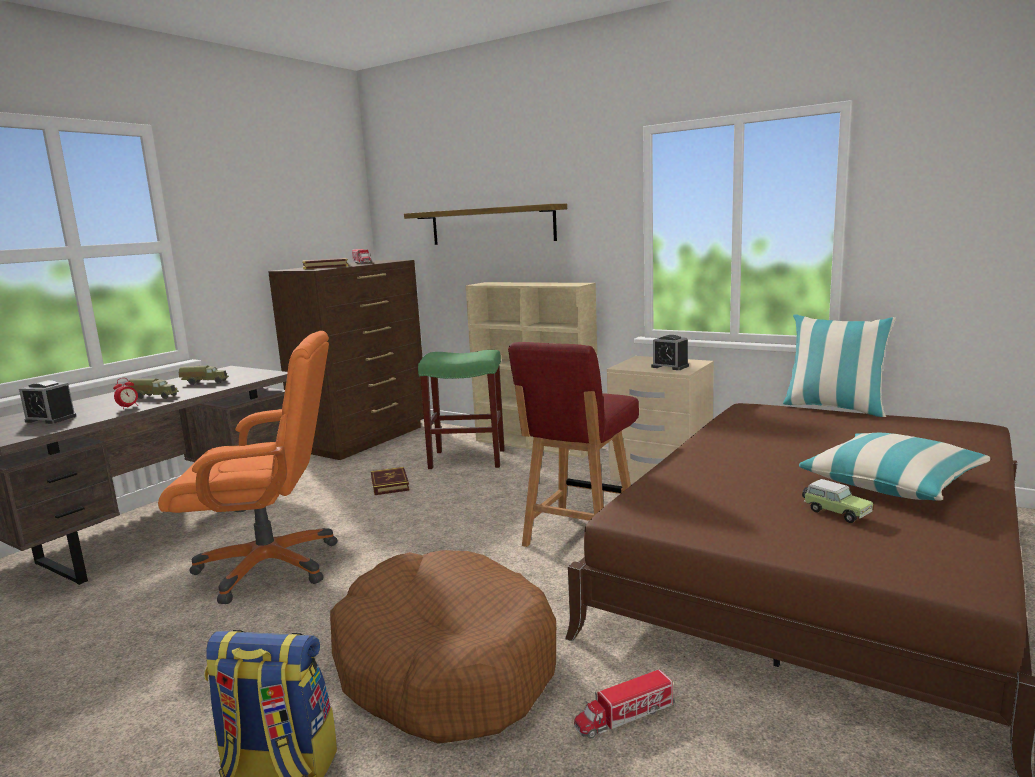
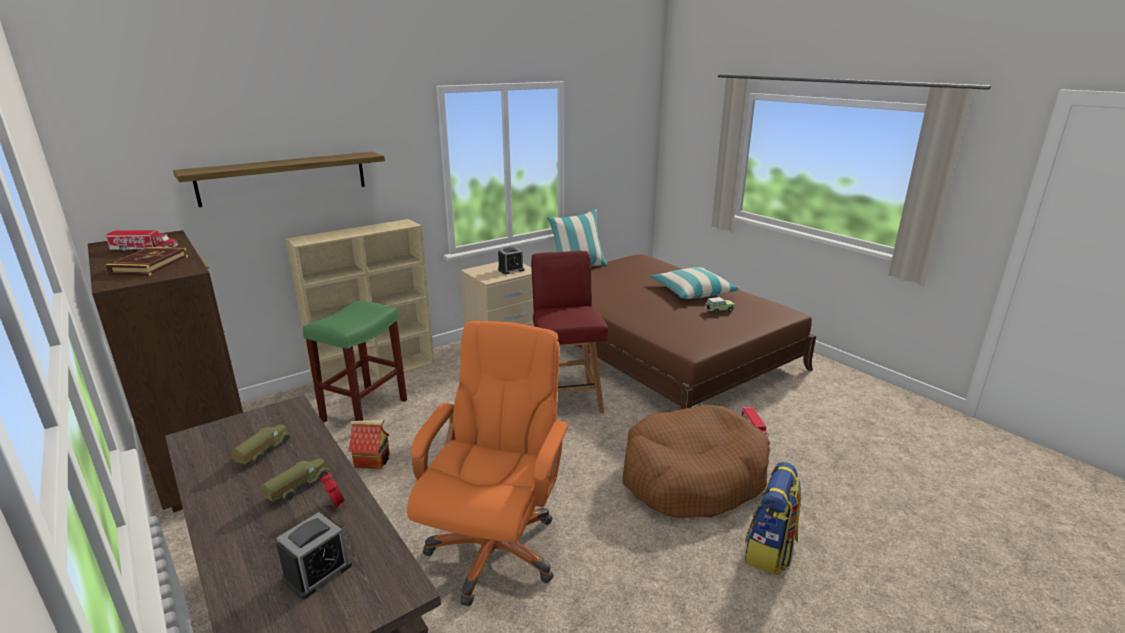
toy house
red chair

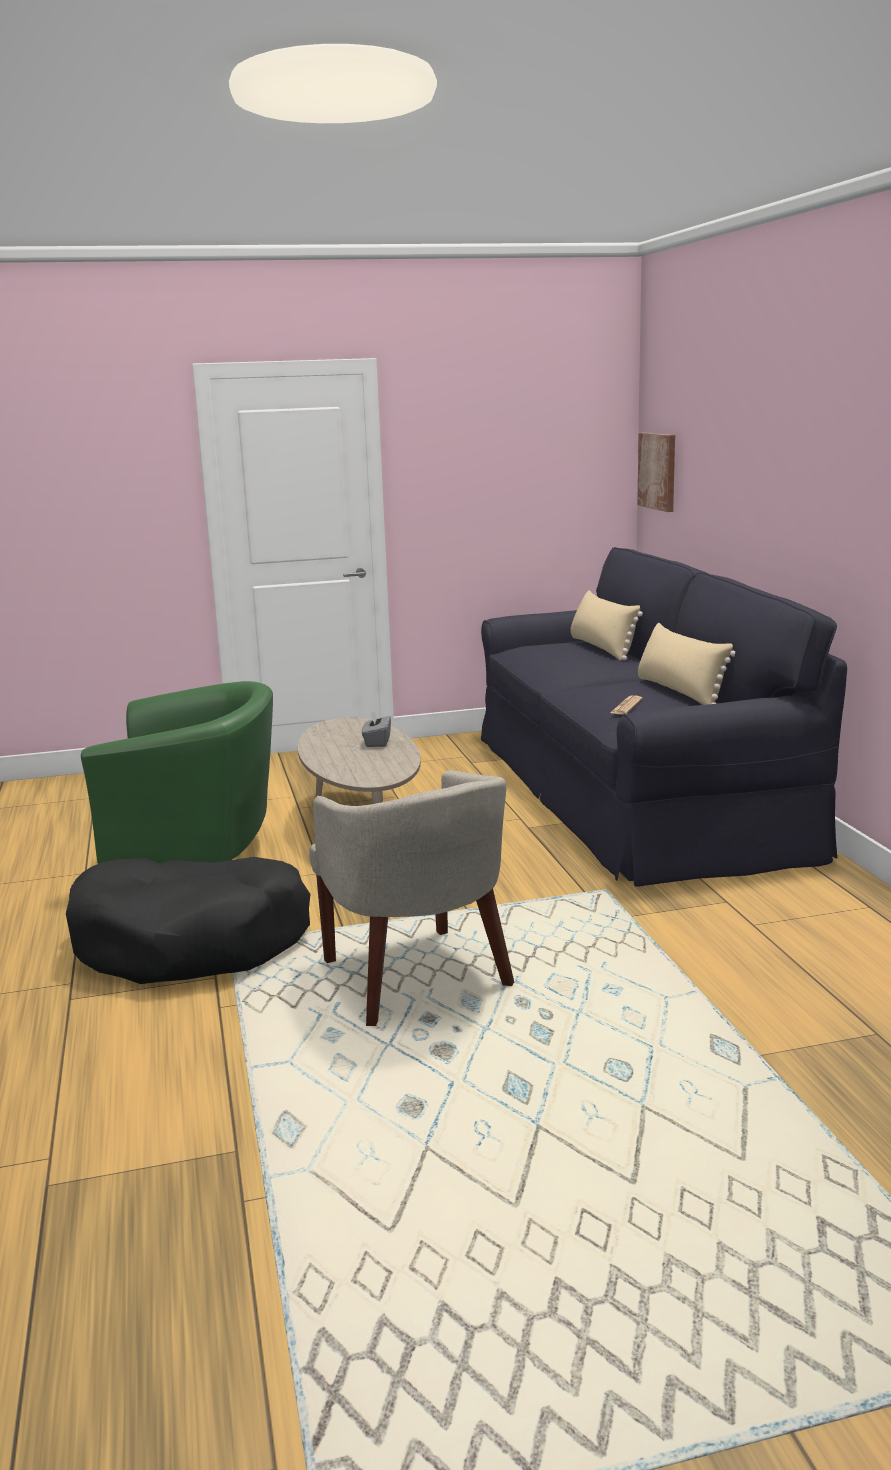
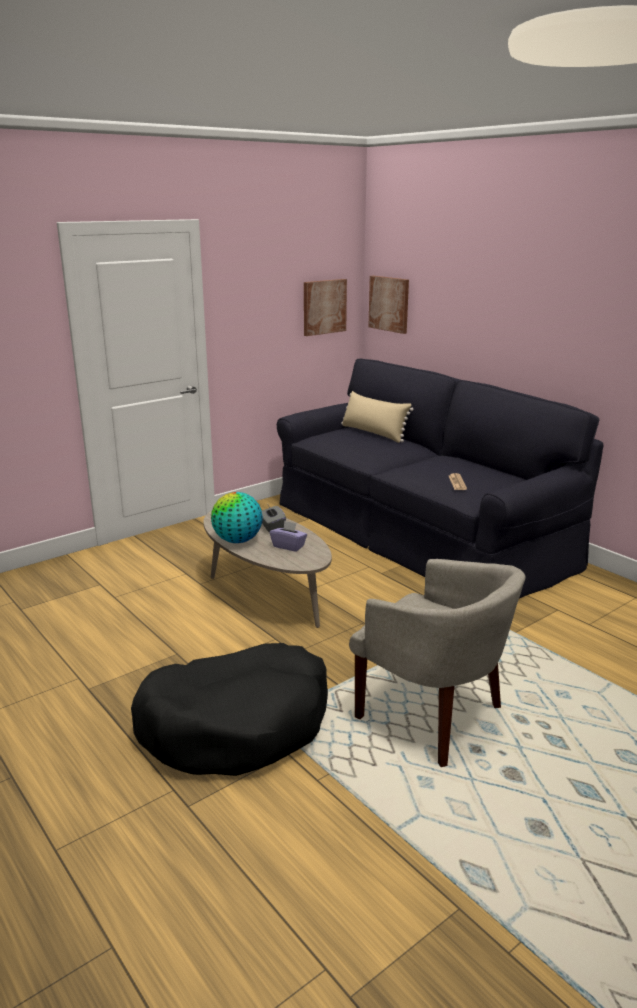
green armchair
beige pillow (2nd from left in the first image)
globe
purple tissue box
picture (1st from left)

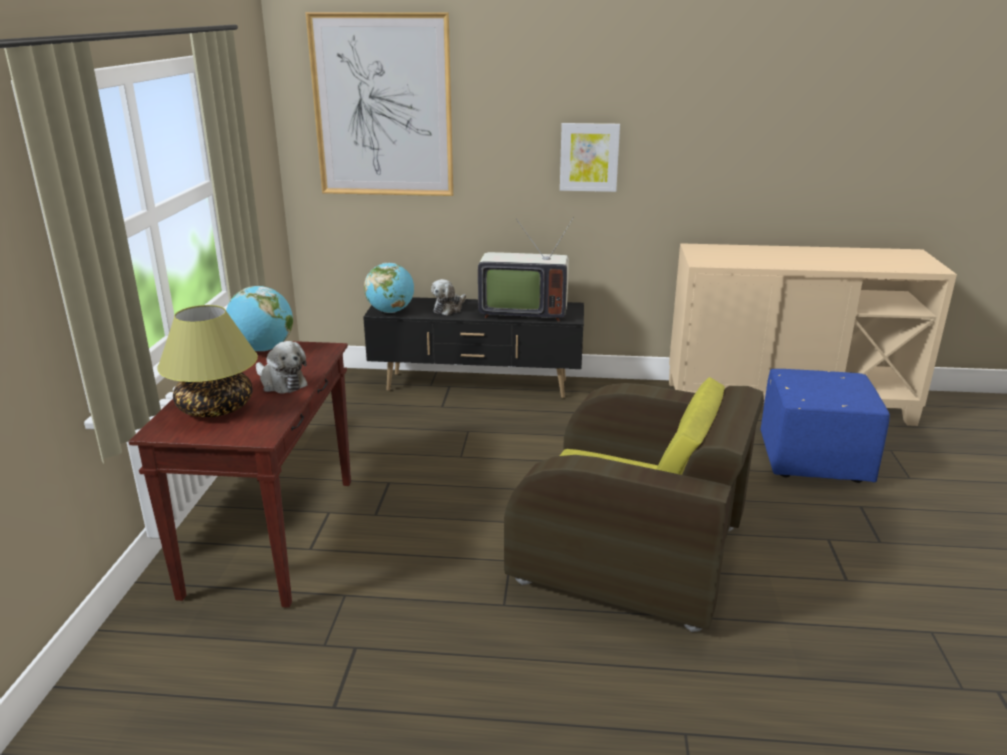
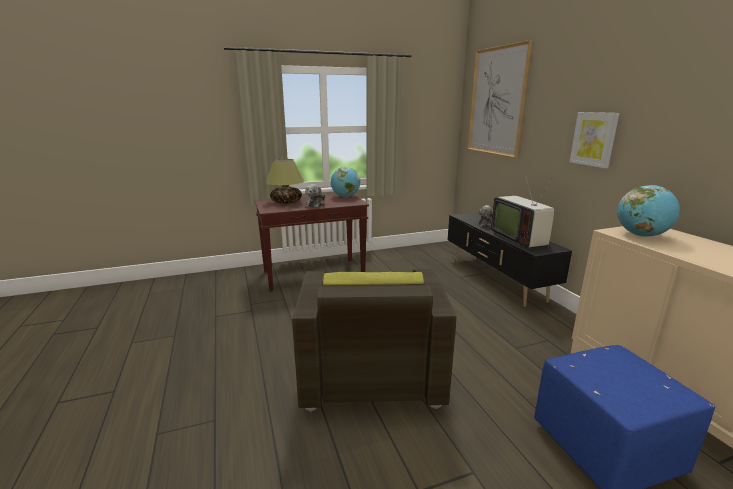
globe (2nd from left)

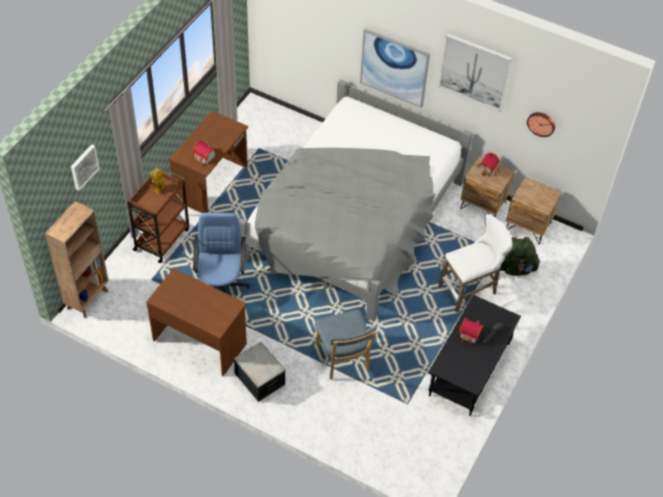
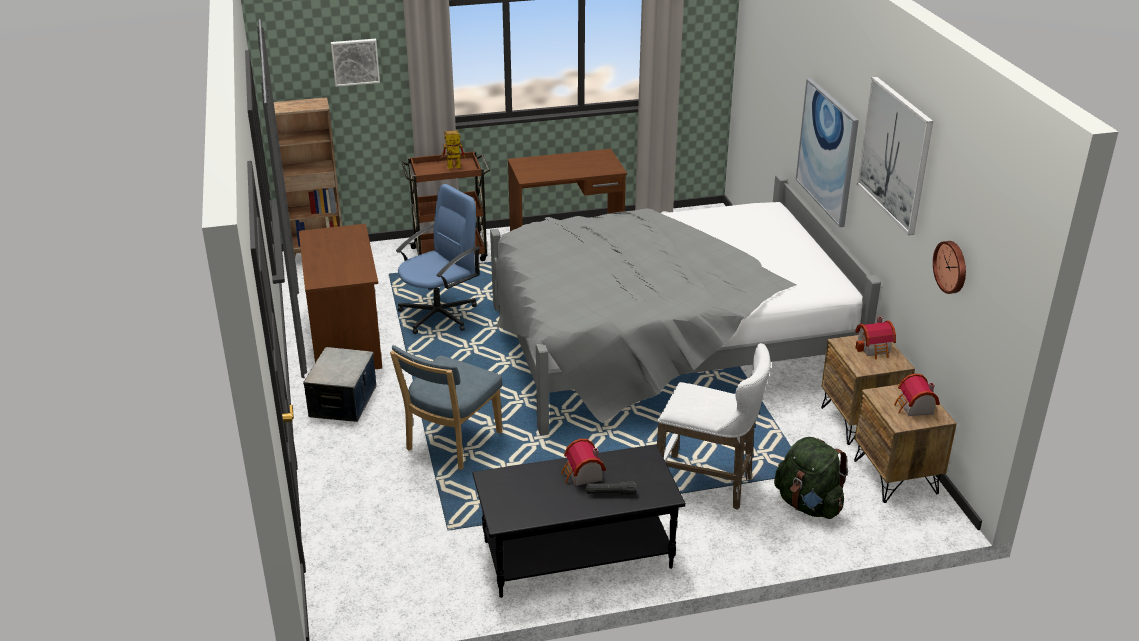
toy house (3rd from left)

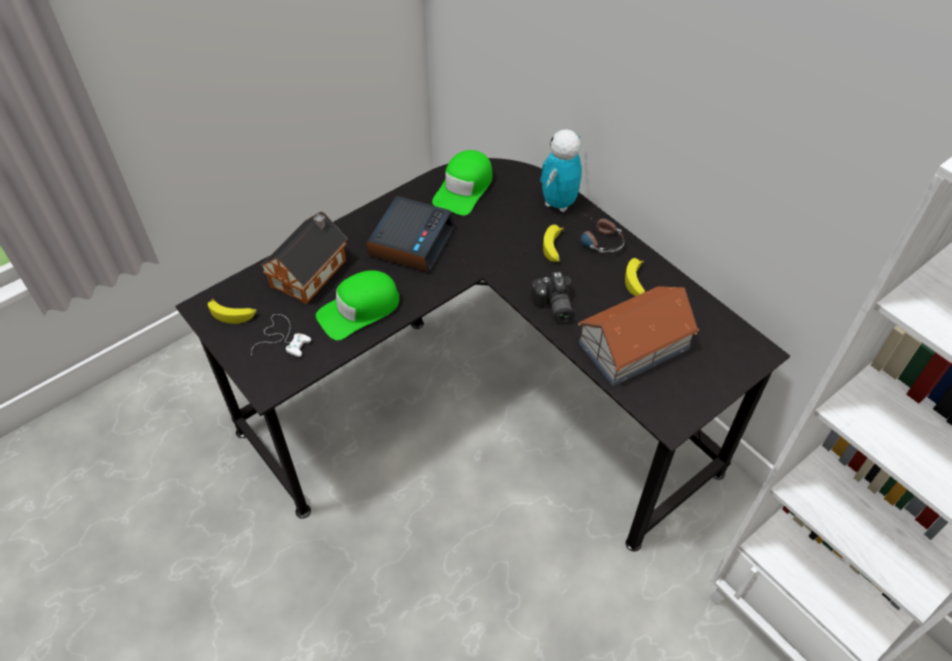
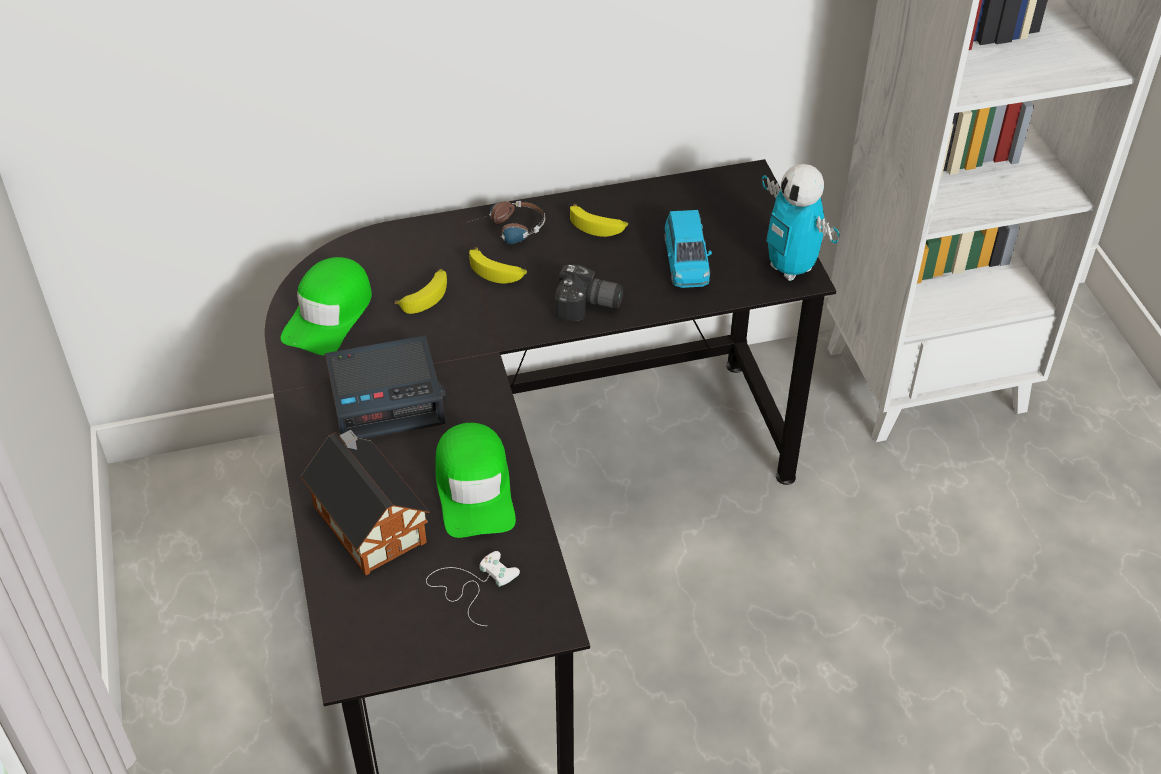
banana (1st from left)
toy robot
blue toy car
alarm clock
green cap (1st from left)

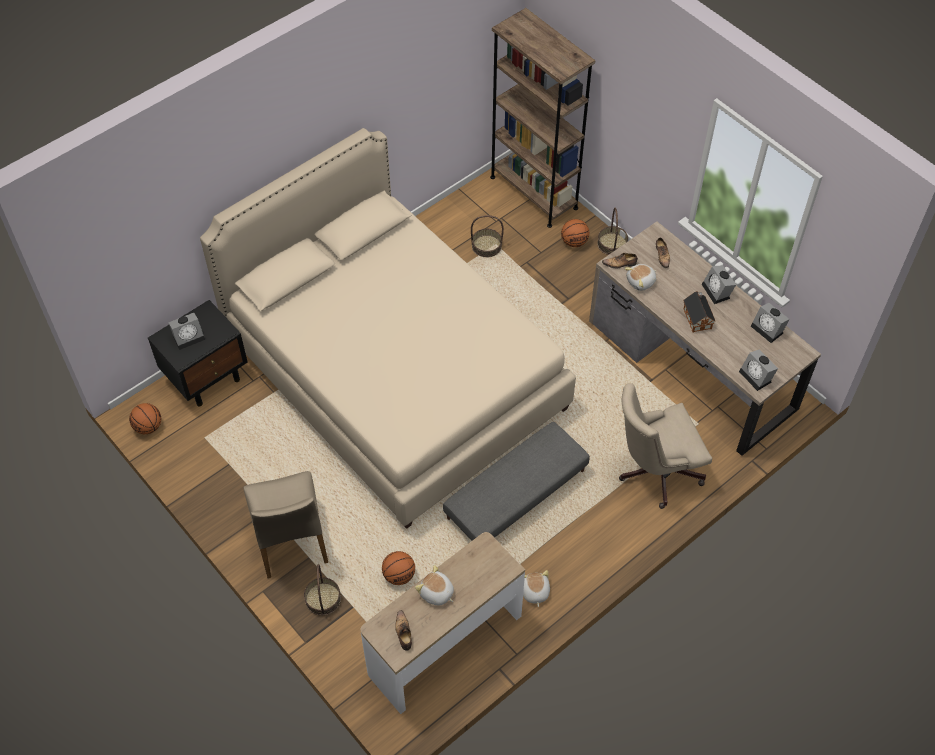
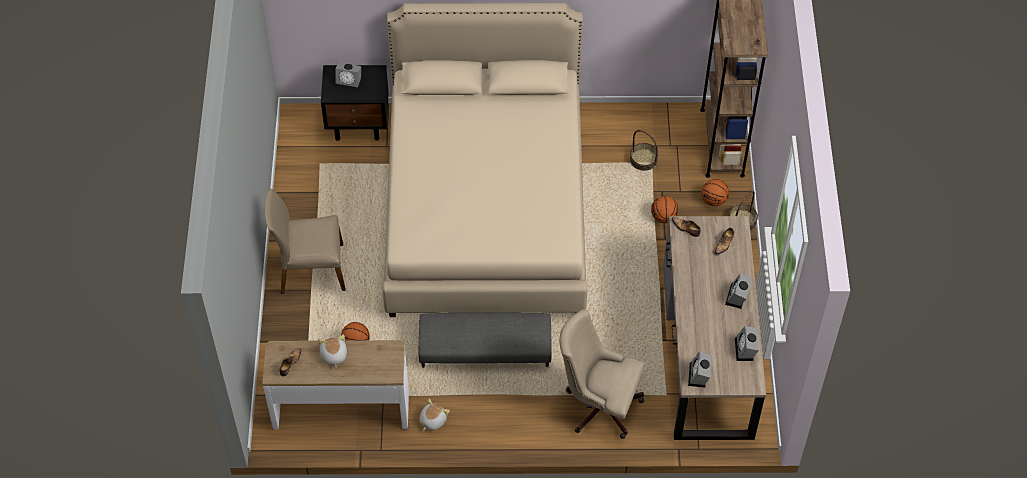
basket (1st from left in the first image)
plush toy (3rd from left in the first image)
toy house
basketball (2nd from left)
beige chair

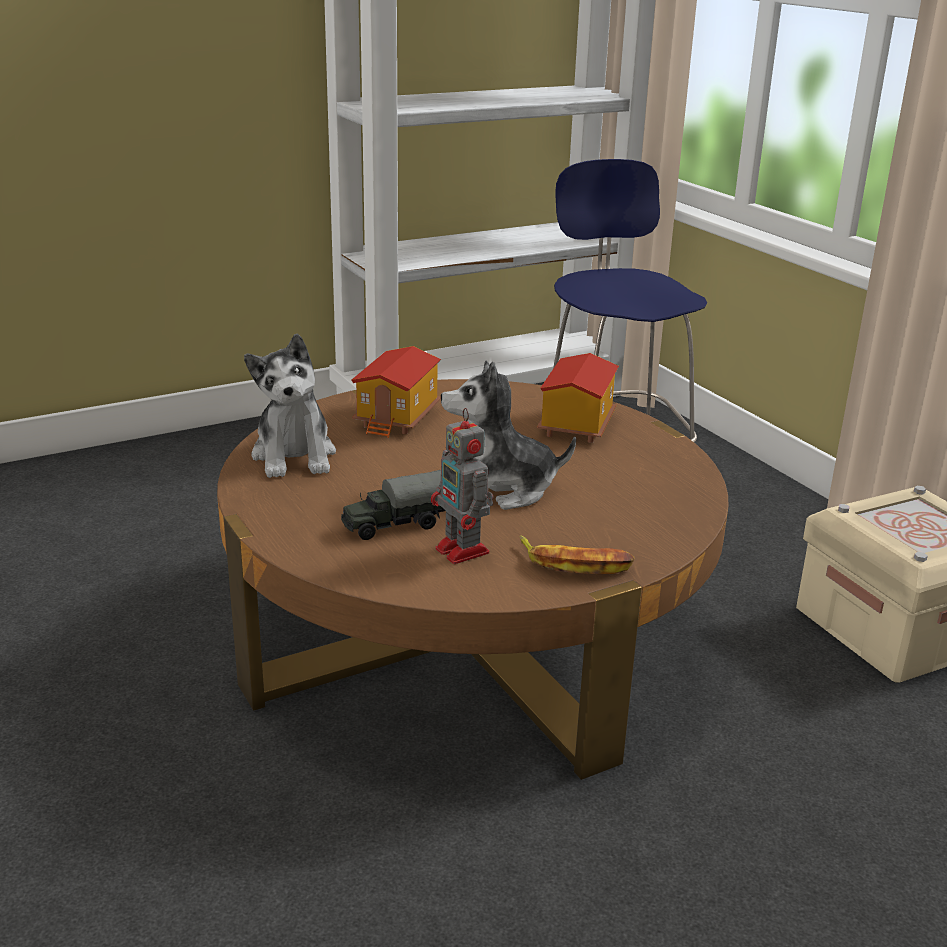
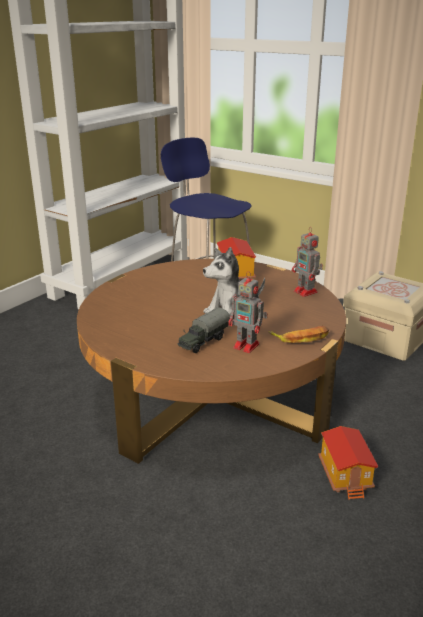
plush toy (1st from left in the first image)
toy robot (2nd from left)
toy house (2nd from left)

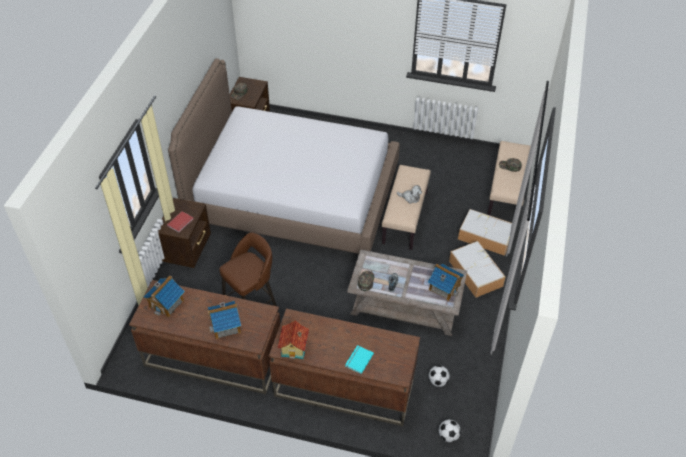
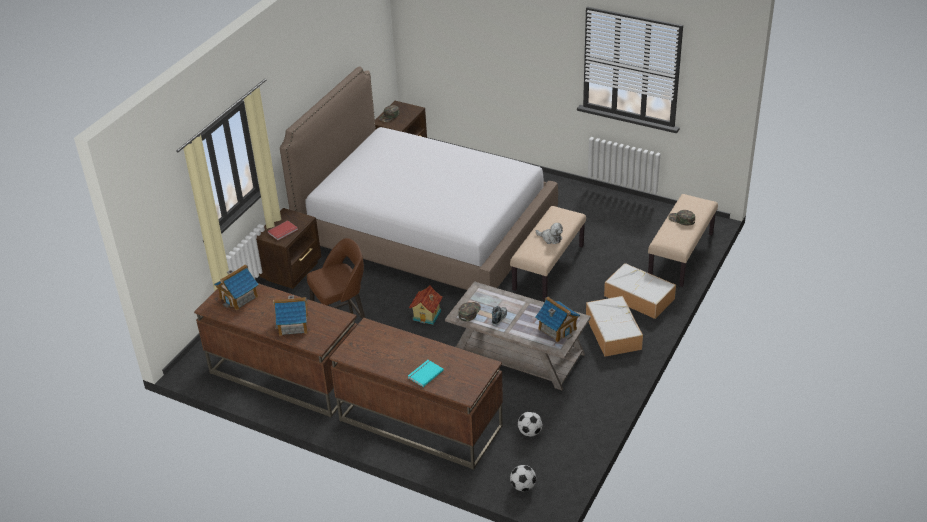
toy house (3rd from left)

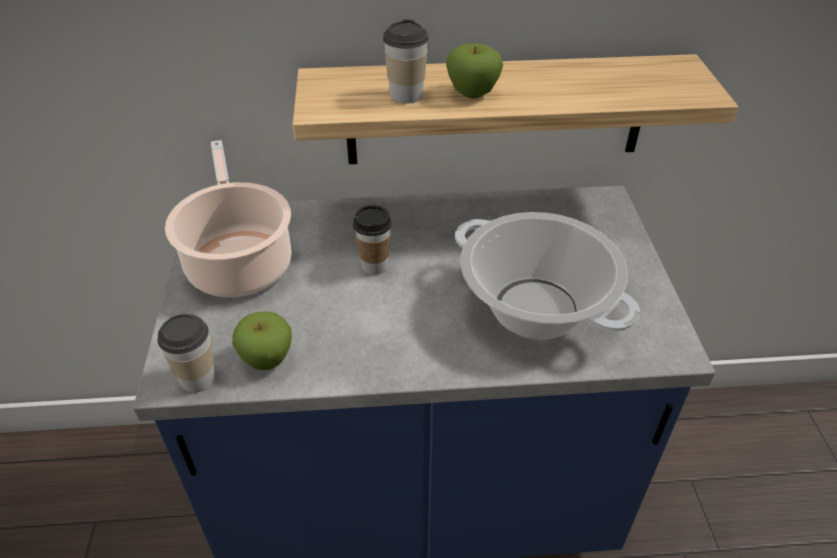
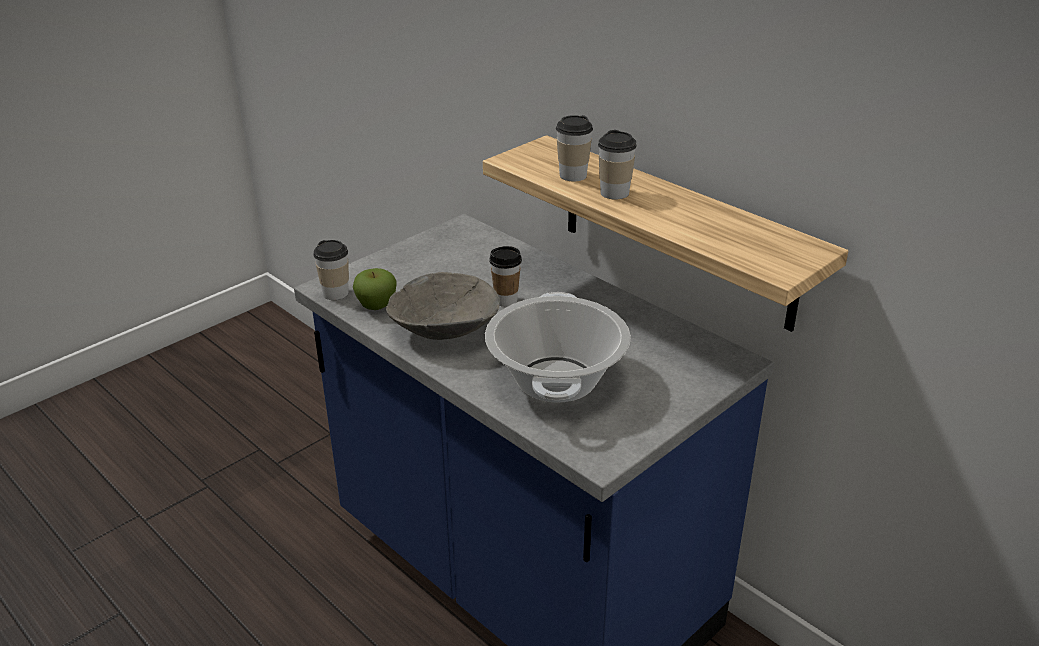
cooking pot (1st from left in the first image)
grey bowl
cup (4th from left)

